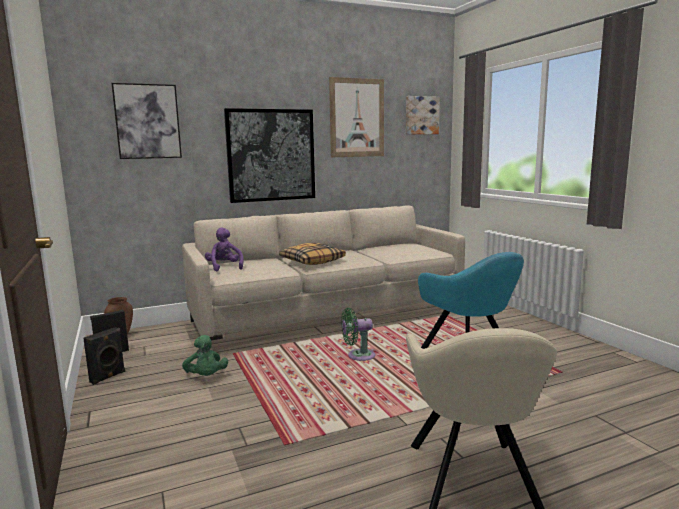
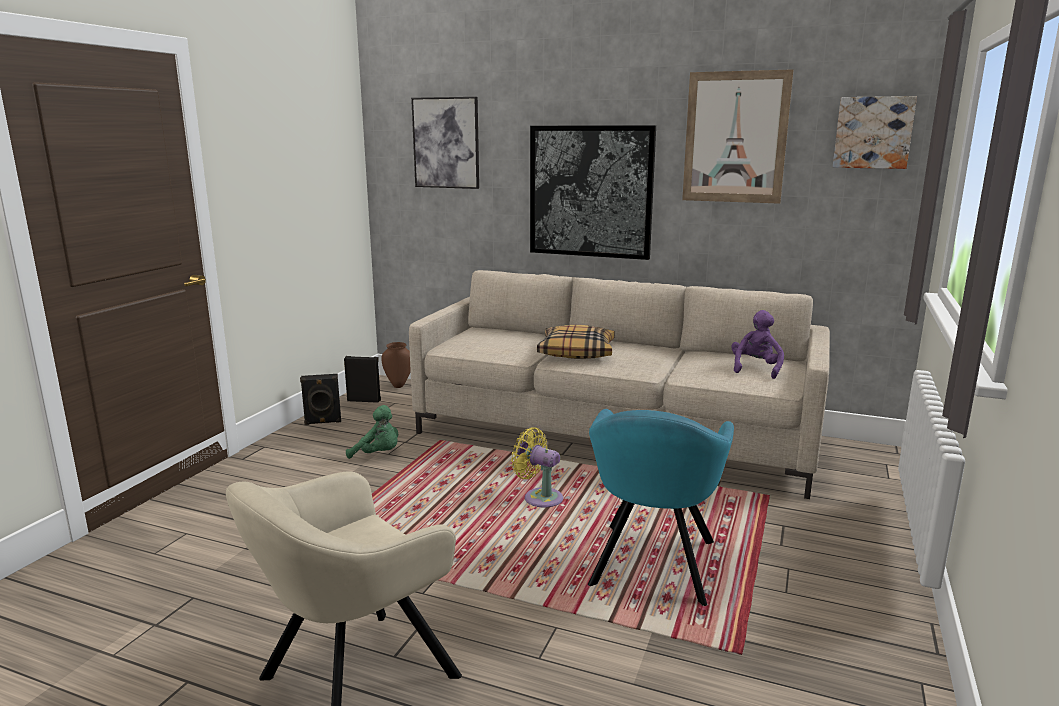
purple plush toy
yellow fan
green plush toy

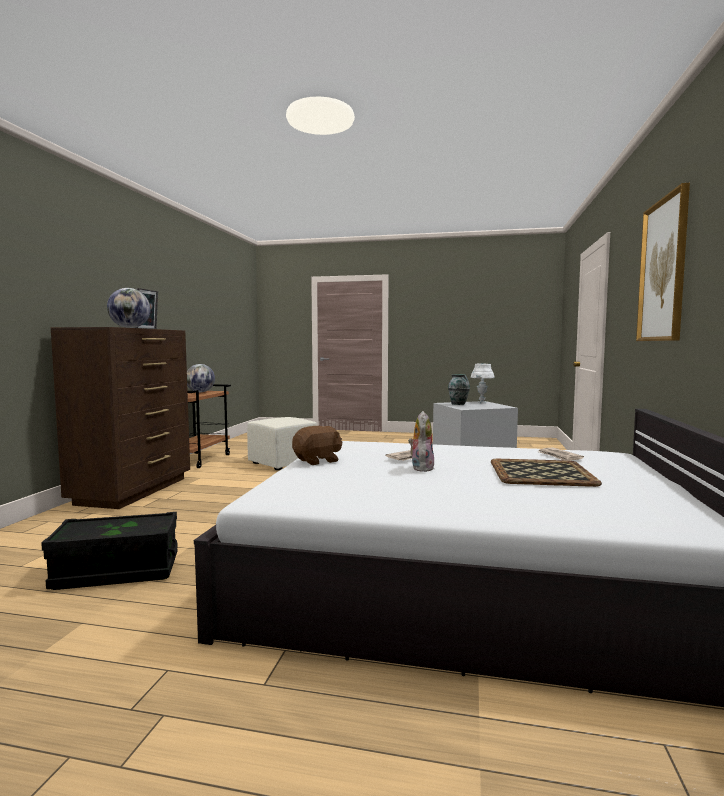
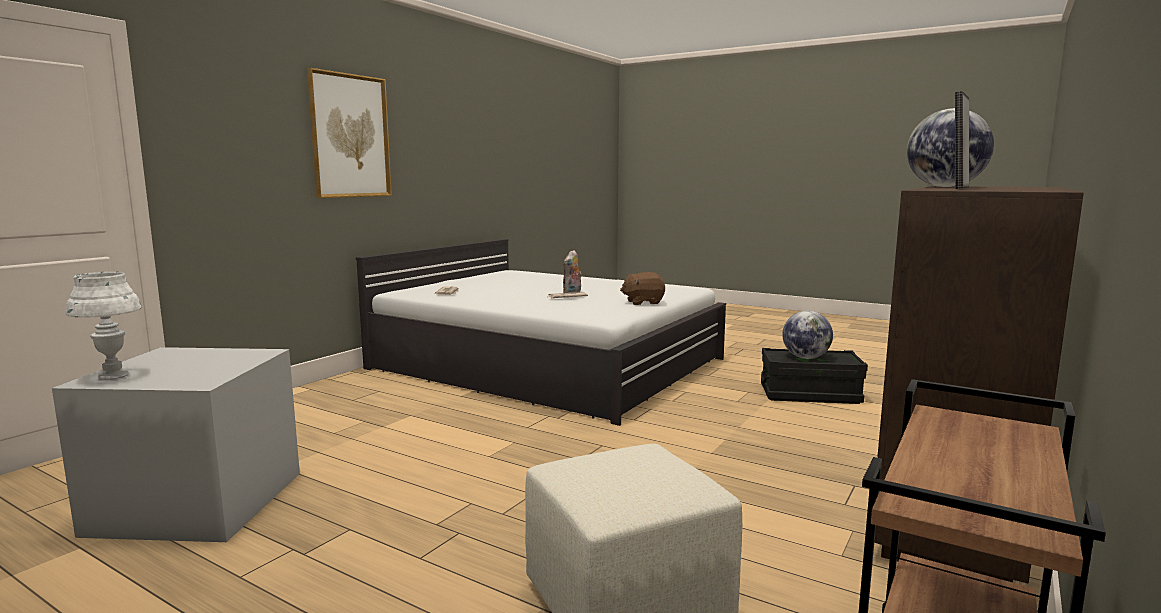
vase
tray
globe (1st from left)

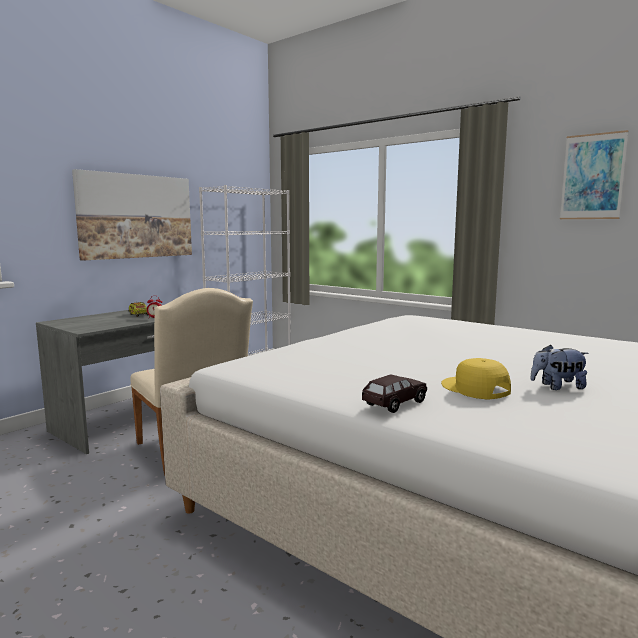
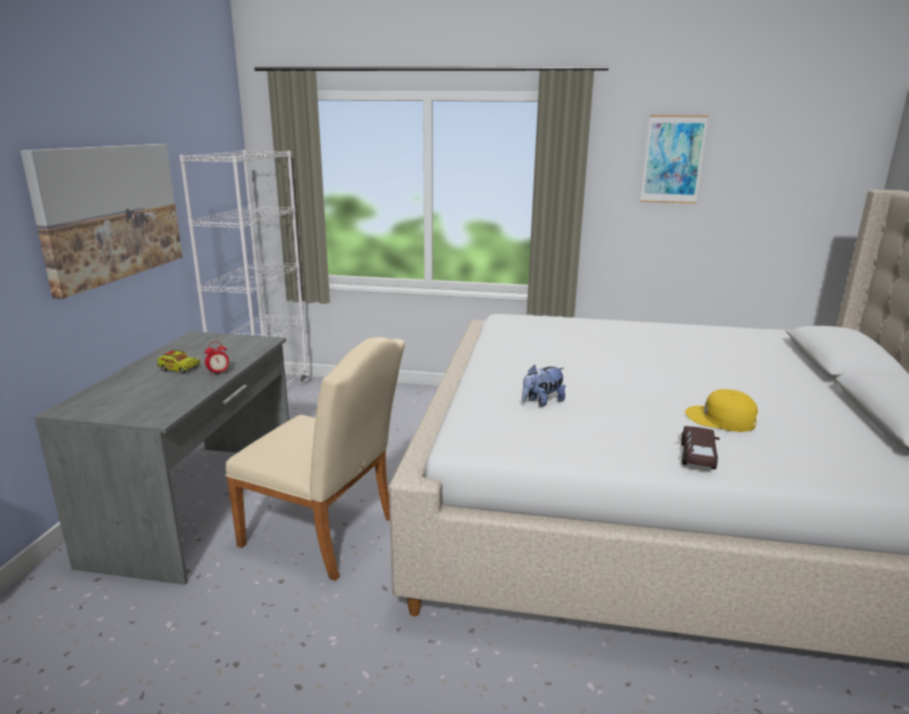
plush toy

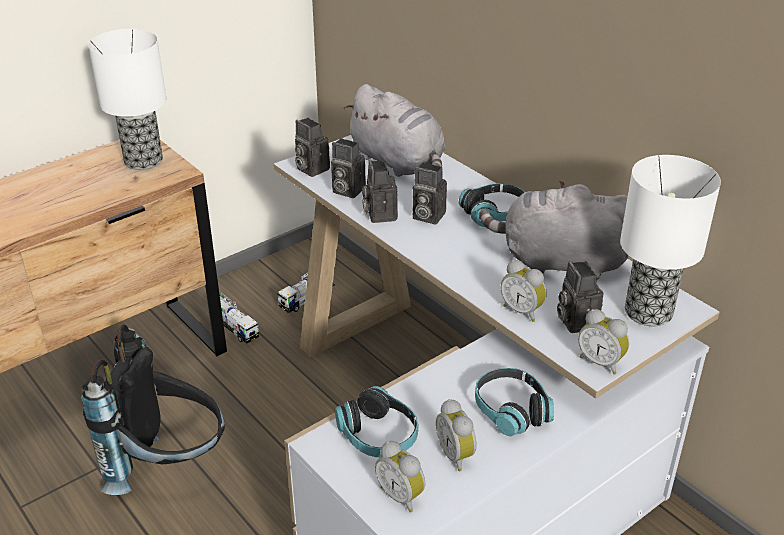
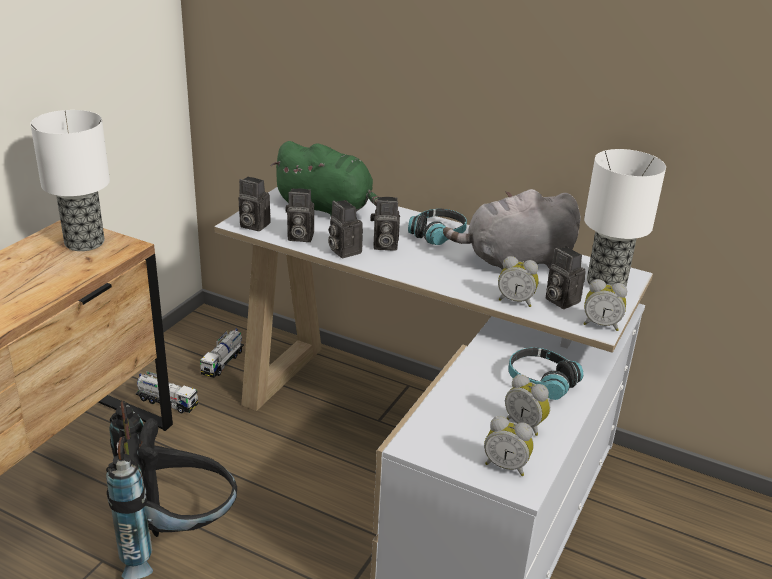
headphones (1st from left in the first image)
green plush toy

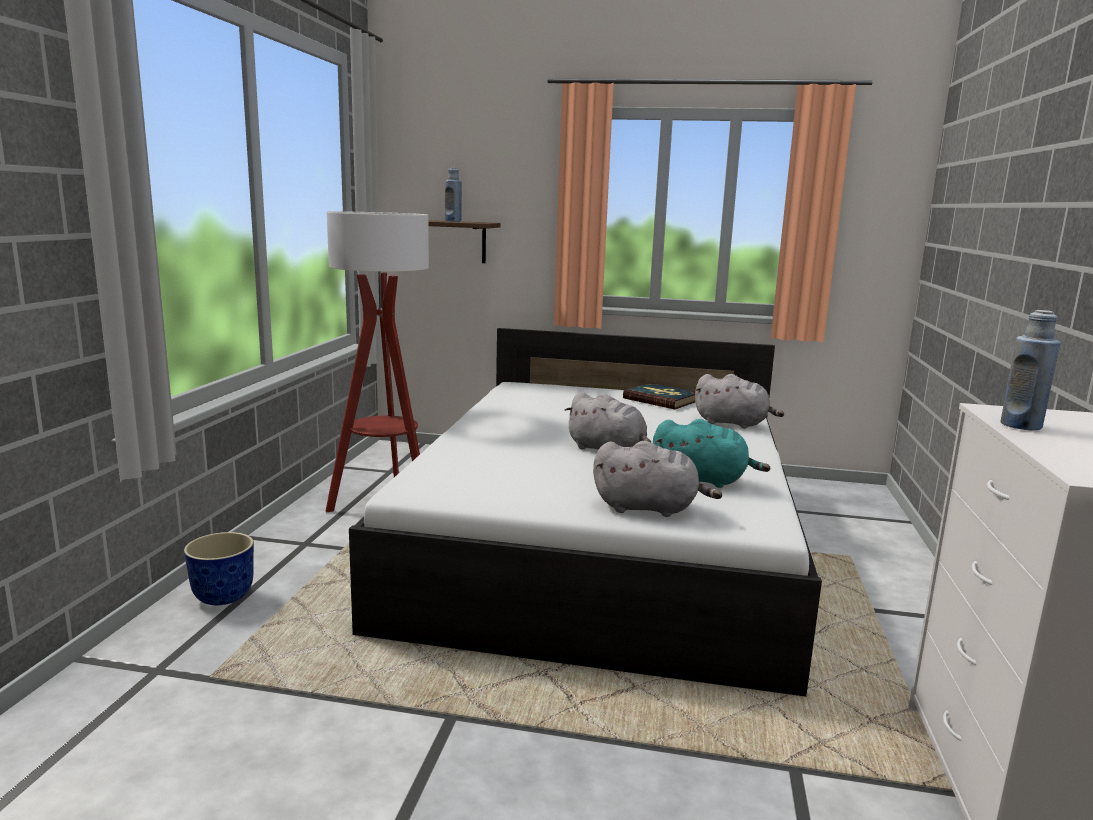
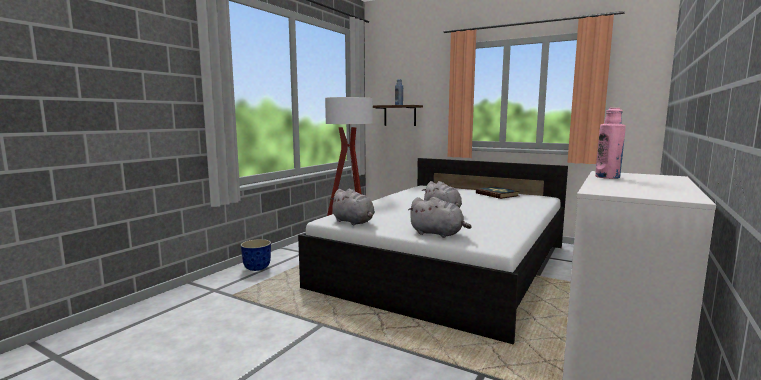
turquoise plush toy
grey plush toy (1st from left)
pink bottle

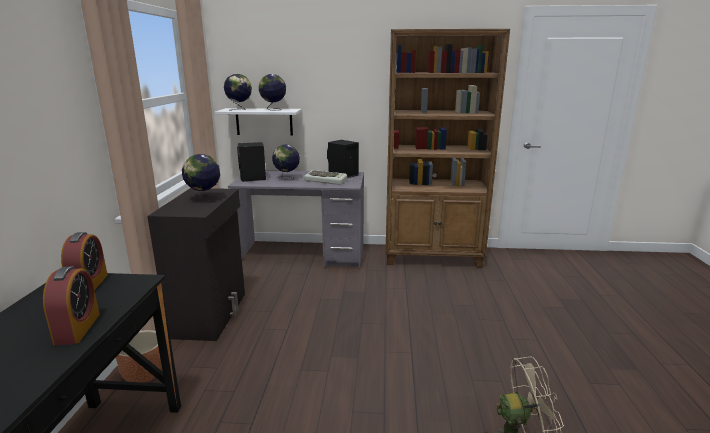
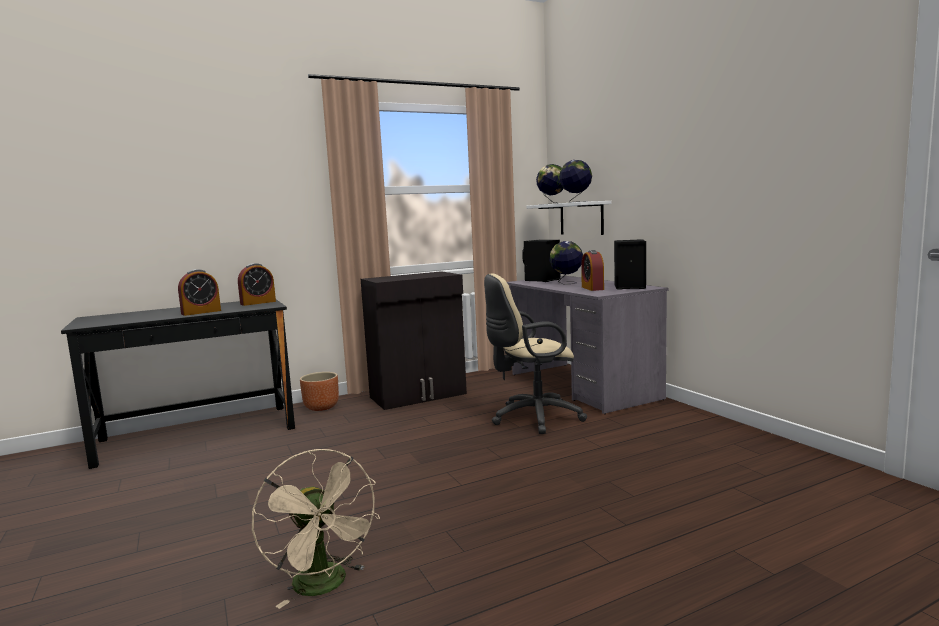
globe (1st from left in the first image)
brown bookcase
beige office chair
alarm clock (3rd from left)

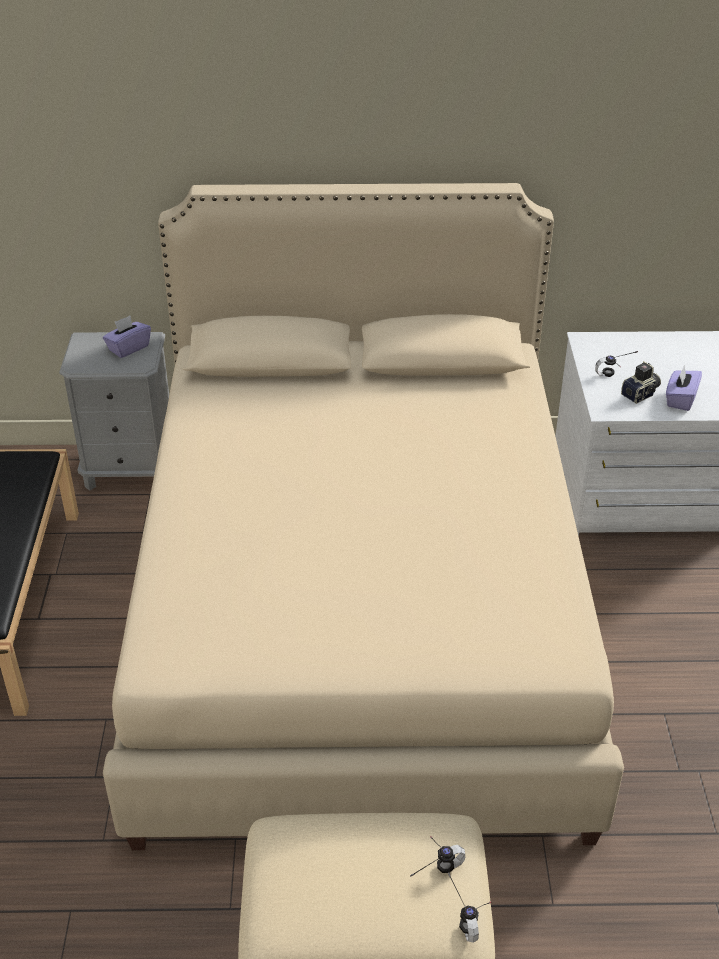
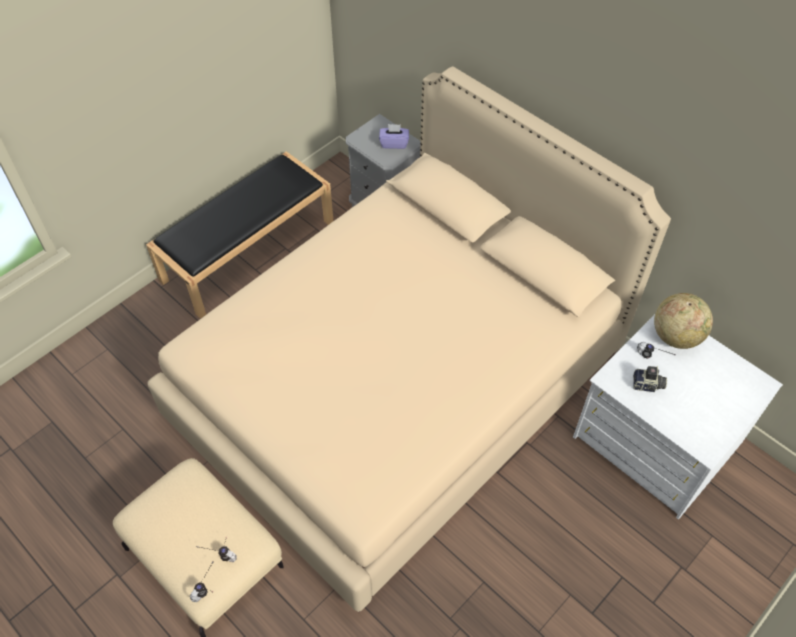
purple tissue box (2nd from left in the first image)
globe

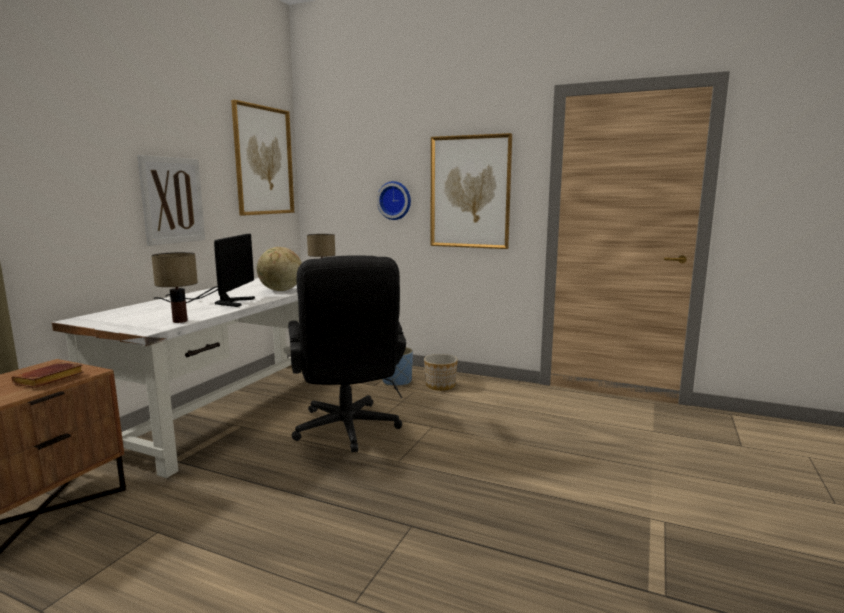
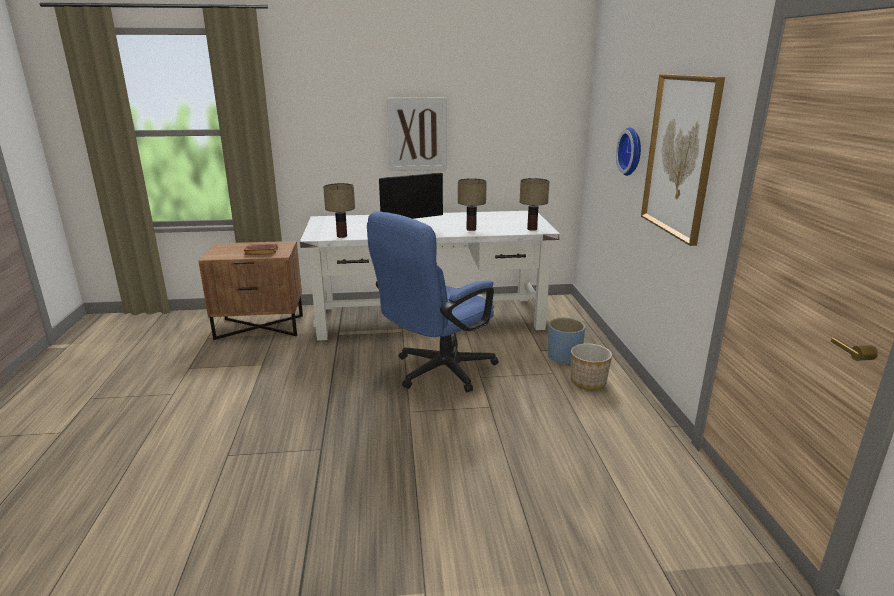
picture (2nd from left in the first image)
table lamp (2nd from left)
blue office chair

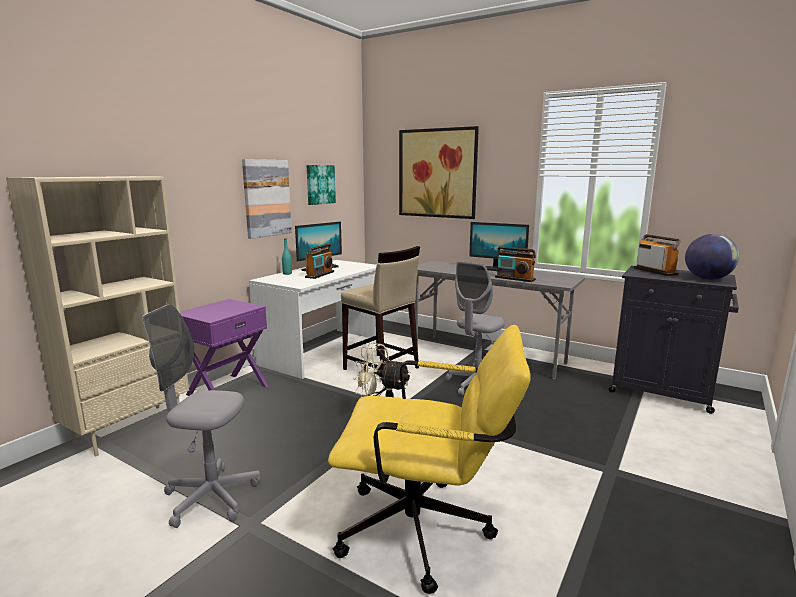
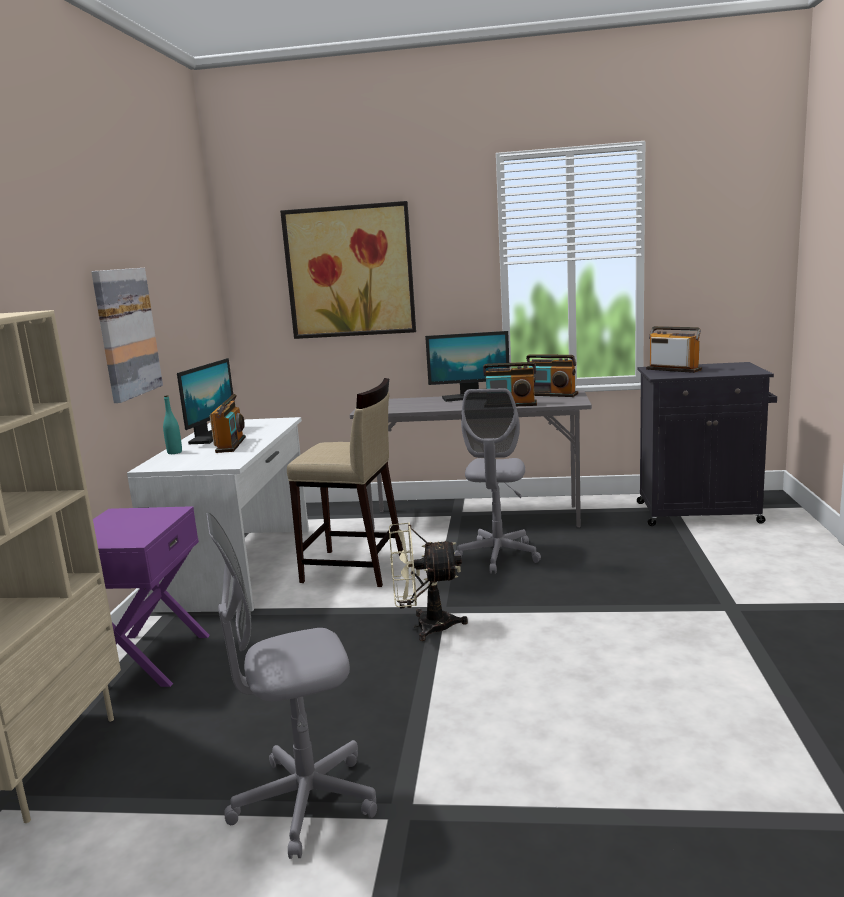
picture (2nd from left in the first image)
yellow office chair
globe
radio (3rd from left)

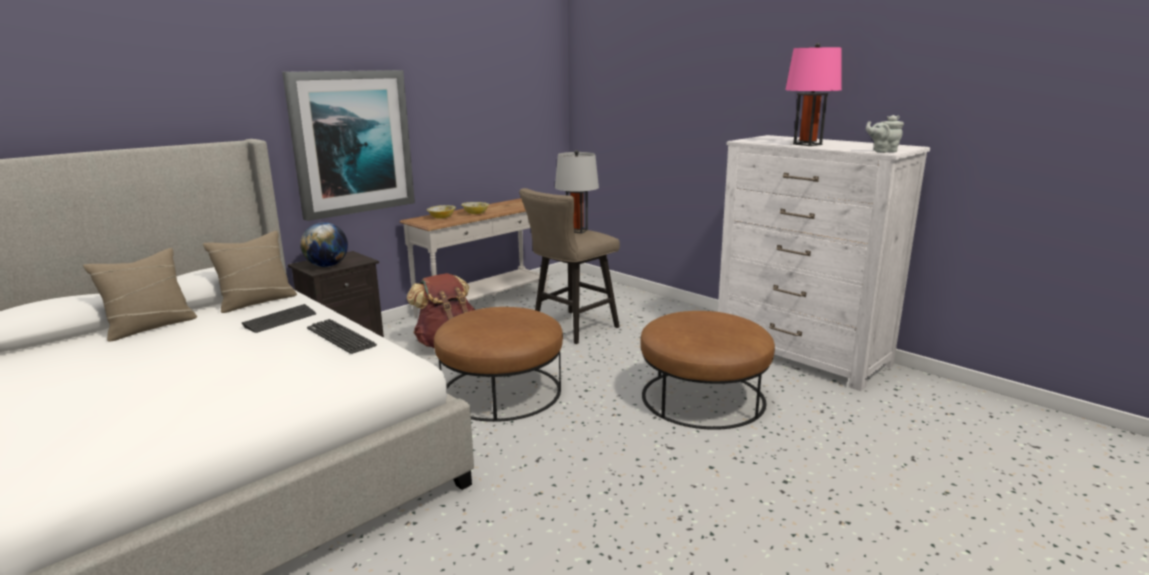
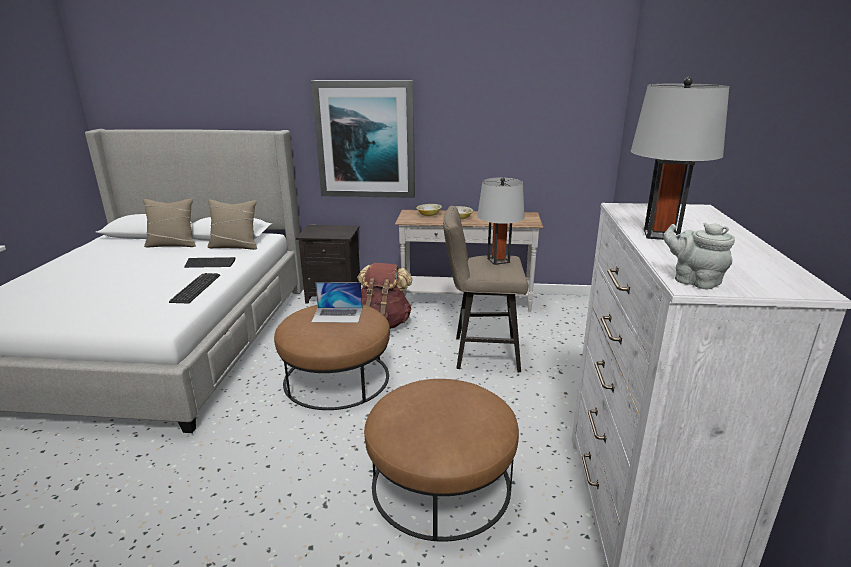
globe
laptop
grey table lamp (2nd from left)

